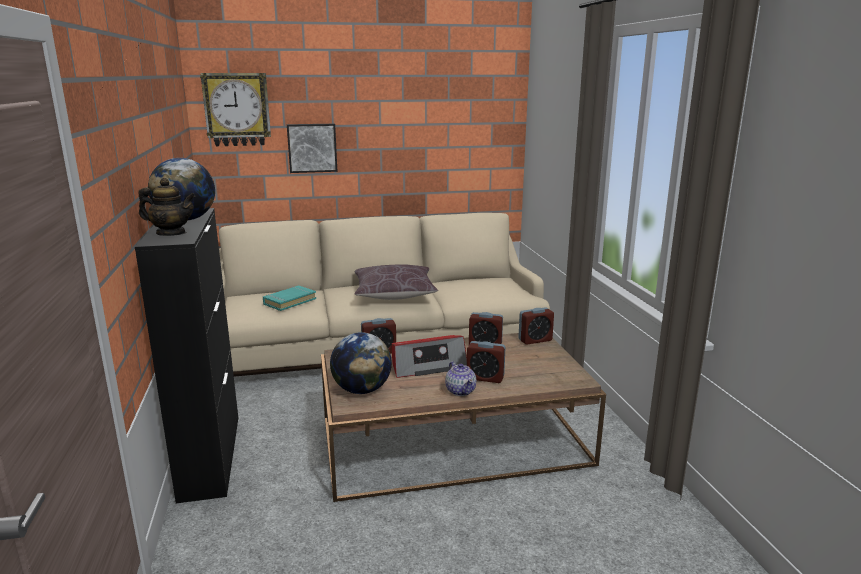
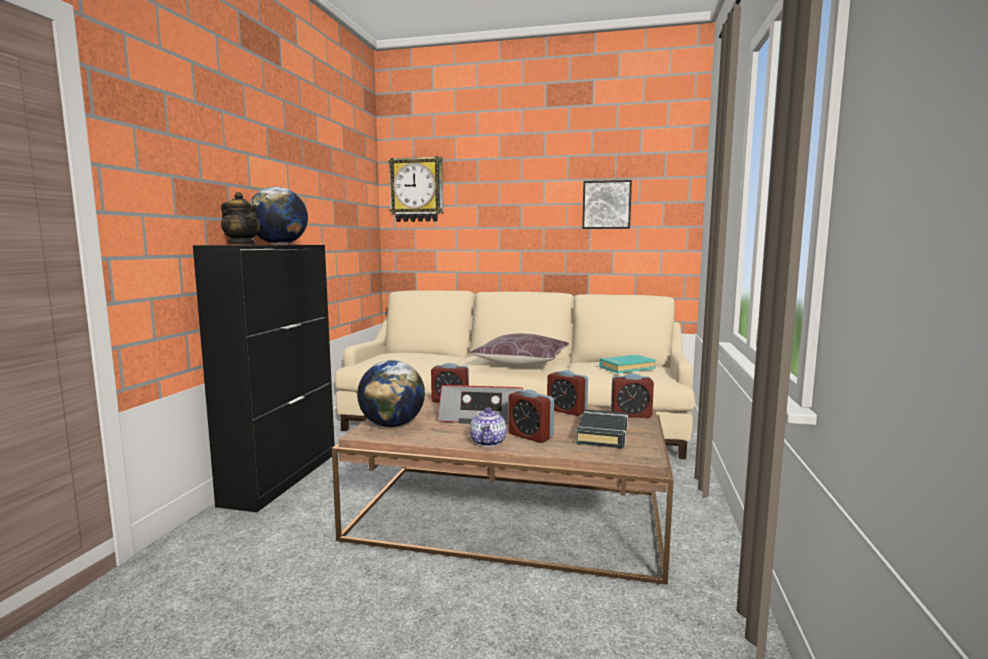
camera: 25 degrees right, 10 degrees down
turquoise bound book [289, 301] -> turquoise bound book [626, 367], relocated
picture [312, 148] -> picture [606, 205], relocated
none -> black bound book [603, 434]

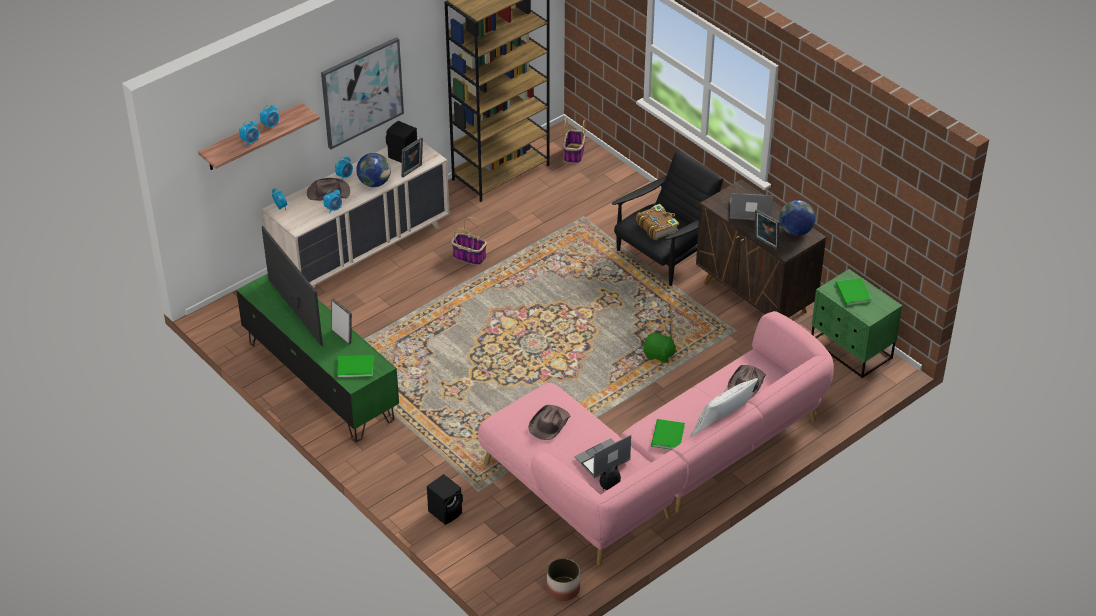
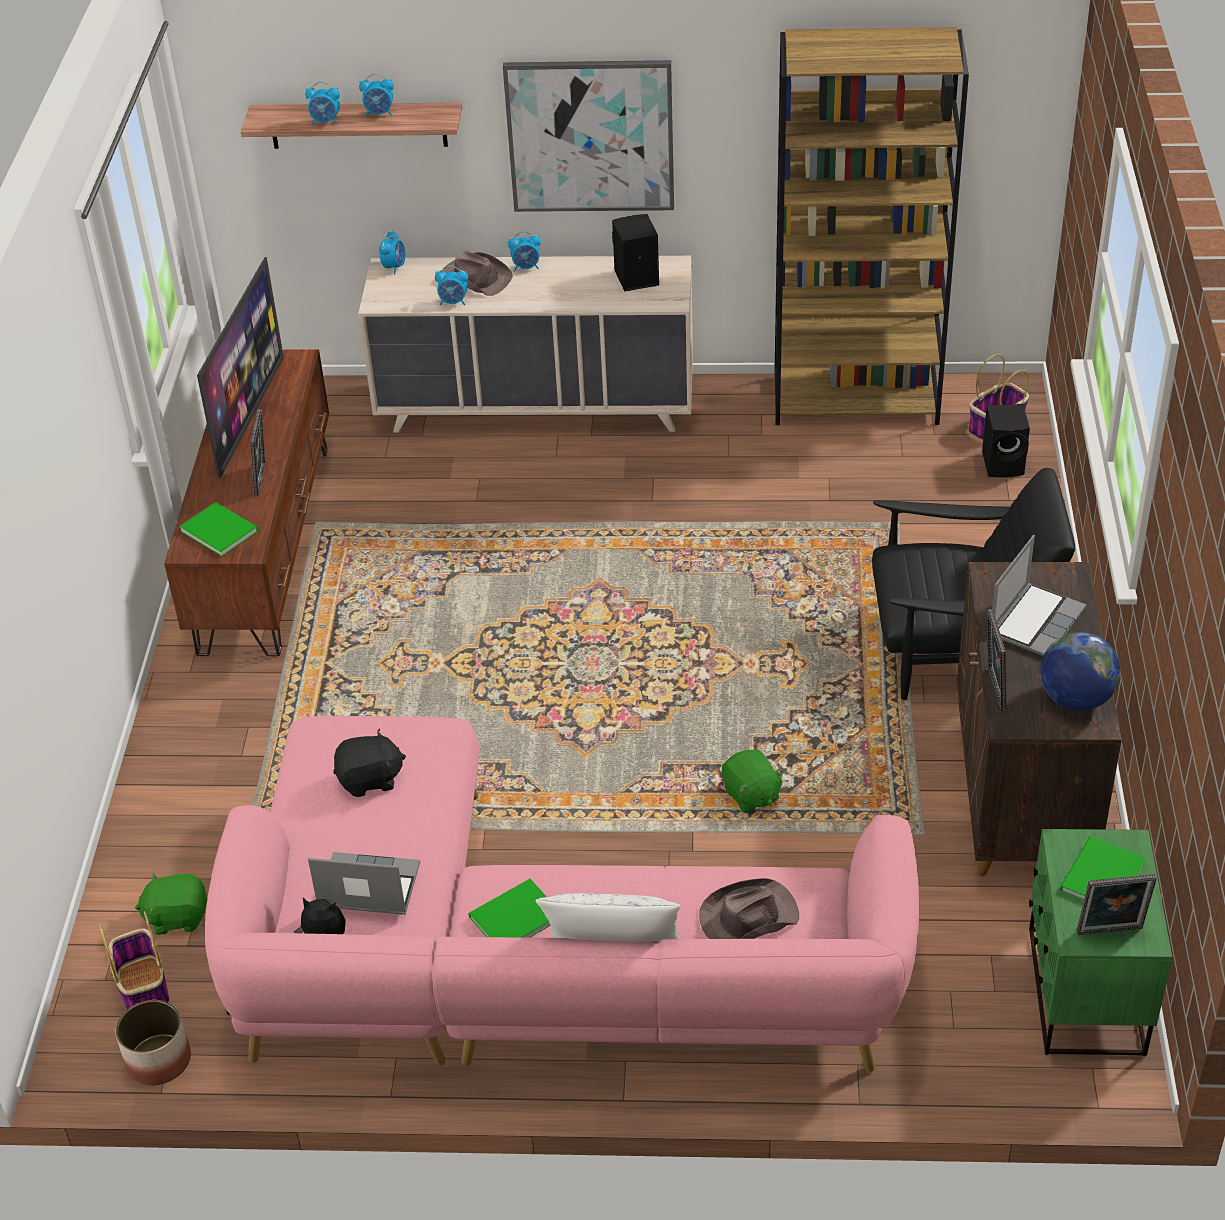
camera: 45 degrees right, 0 degrees up
green media console [320, 380] -> brown-coloured media console [265, 546]
desk globe [374, 183] -> none
picture frame [412, 171] -> picture frame [1110, 933], relocated
black speaker [446, 511] -> black speaker [1004, 464], relocated
household basket [468, 256] -> household basket [143, 987], relocated
brown-coloured wearable hat [549, 424] -> black soft toy [370, 780]
bound book [657, 227] -> none
laptop [749, 211] -> laptop [1035, 621], 75 degrees clockwise
none -> green soft toy [177, 916]

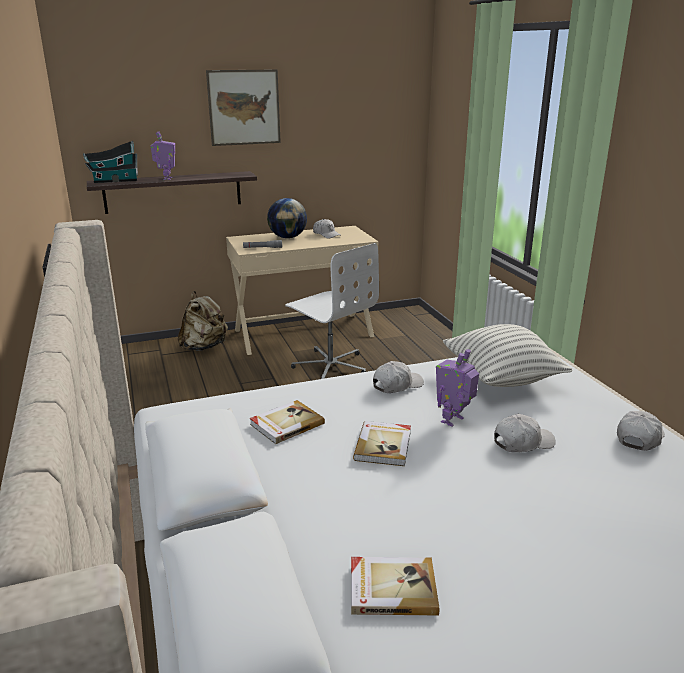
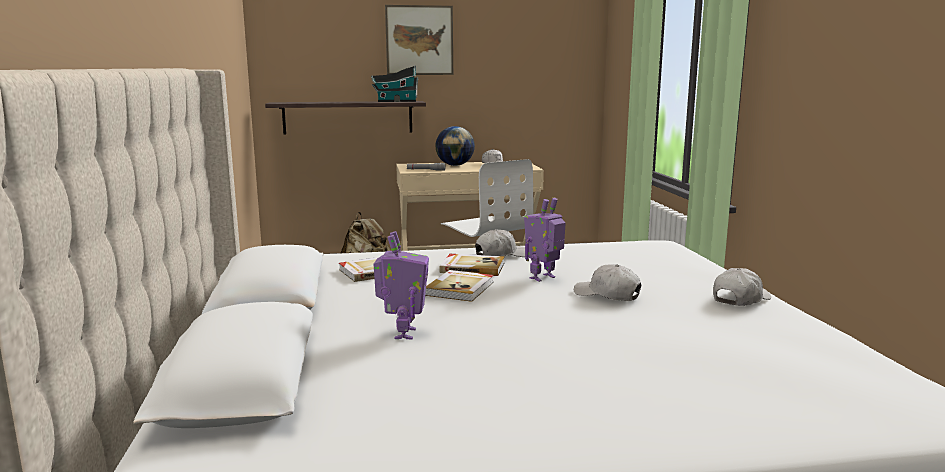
camera: 10 degrees right, 10 degrees down
model house [114, 181] -> model house [395, 101], relocated
toy robot [166, 179] -> toy robot [403, 334], relocated
bound book [392, 588] -> bound book [472, 267], relocated
pillow [501, 379] -> none
whitish peaked cap [522, 442] -> whitish peaked cap [607, 295], 135 degrees counterclockwise

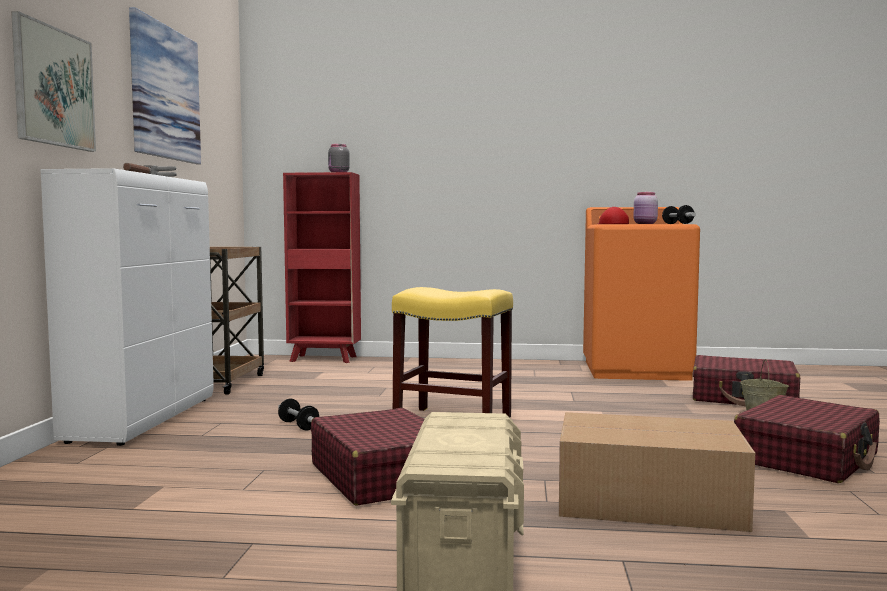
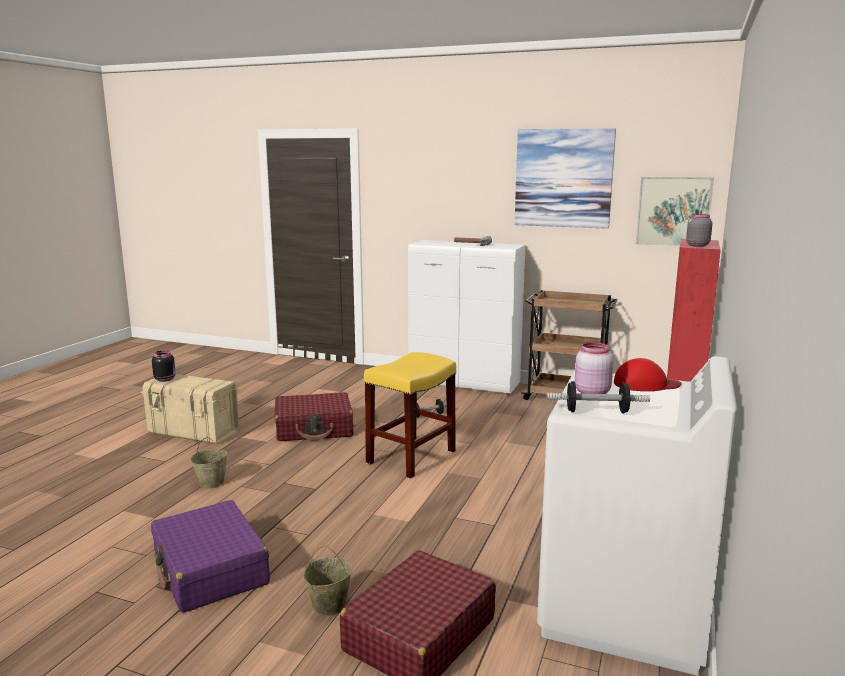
camera: 105 degrees right, 10 degrees up
picture [54, 87] -> picture [673, 211], relocated
cardboard box [645, 501] -> sand-coloured bucket [212, 483]
orange washing machine [636, 370] -> whitish washing machine [624, 610]
red suitcase [807, 458] -> purple suitcase [210, 570]
none -> black storage jar [165, 379]

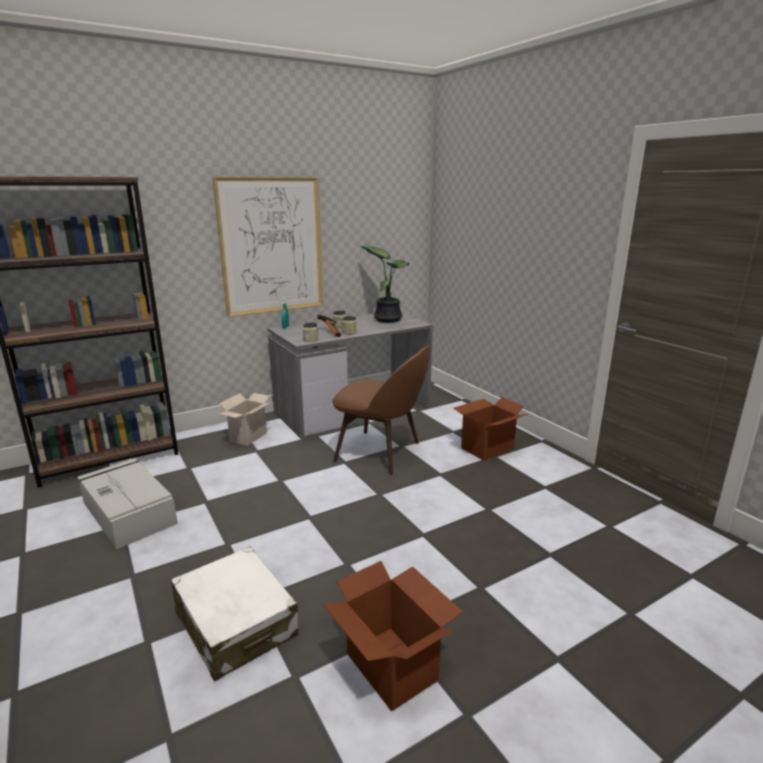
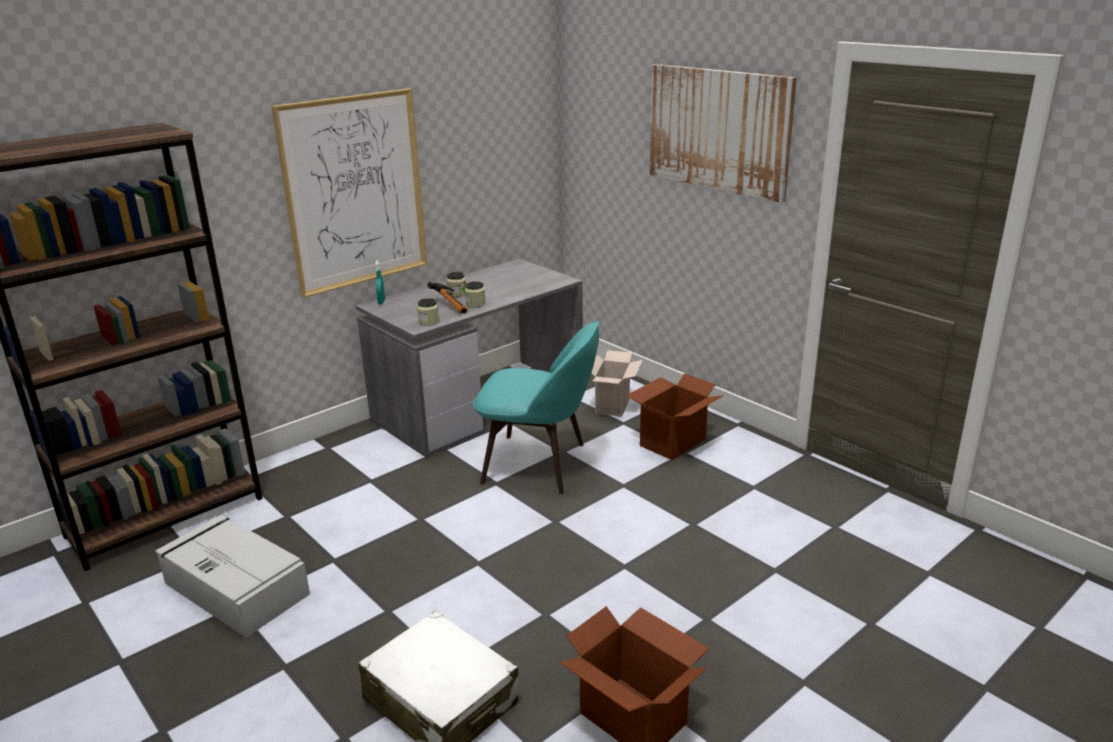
camera: 10 degrees left, 5 degrees up
cardboard box [248, 437] -> cardboard box [613, 407], relocated
brown-coloured upright chair [381, 452] -> turquoise upright chair [539, 464]
plant in a pot [387, 319] -> none
none -> picture [718, 130]

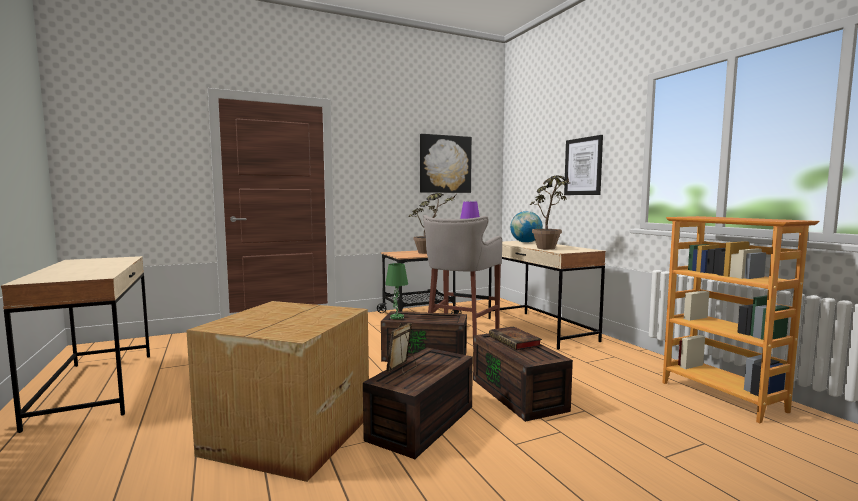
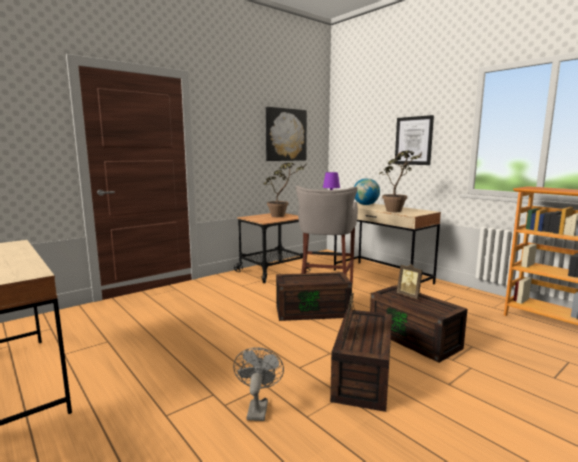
camera: 15 degrees left, 5 degrees up
cardboard box [286, 435] -> gray fan [257, 408]
green lamp for a table [396, 317] -> none
bound book [515, 341] -> picture frame [409, 296]

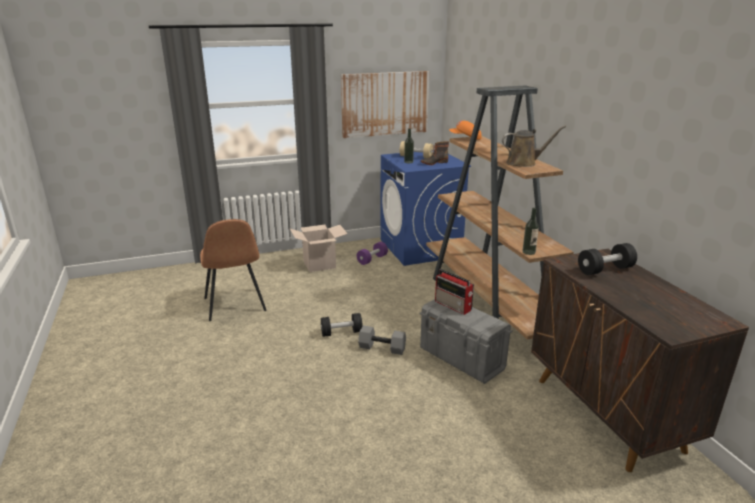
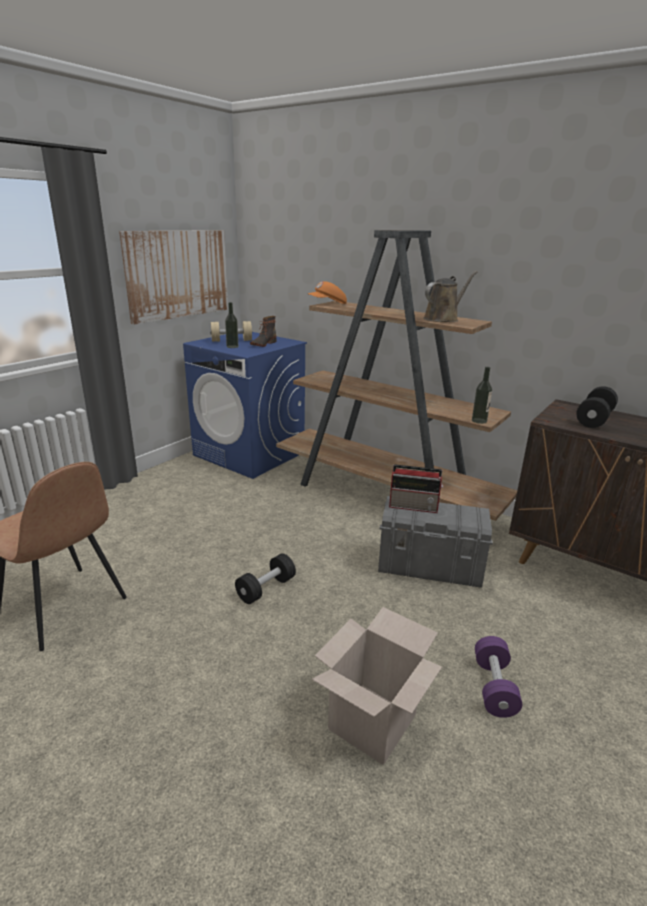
camera: 35 degrees left, 0 degrees up
cardboard box [319, 265] -> cardboard box [372, 722], relocated
purple free weight [372, 259] -> purple free weight [494, 687], relocated
gray free weight [381, 348] -> none

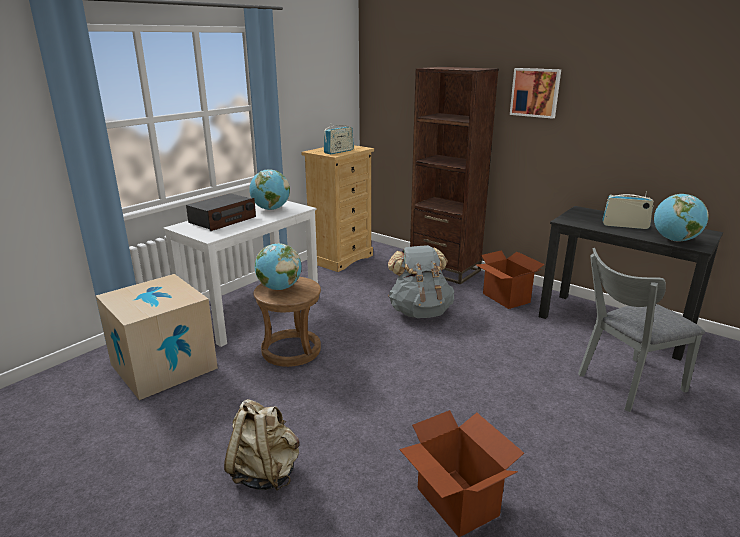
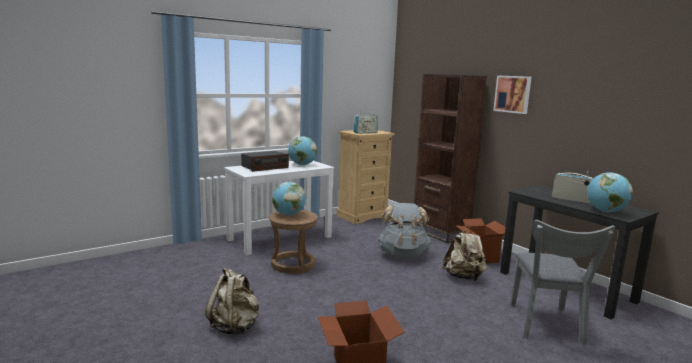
camera: 15 degrees right, 10 degrees down
cardboard box [164, 366] -> none
gray upright chair [625, 384] -> gray upright chair [547, 326], 75 degrees counterclockwise
none -> sand-coloured rucksack [464, 277]

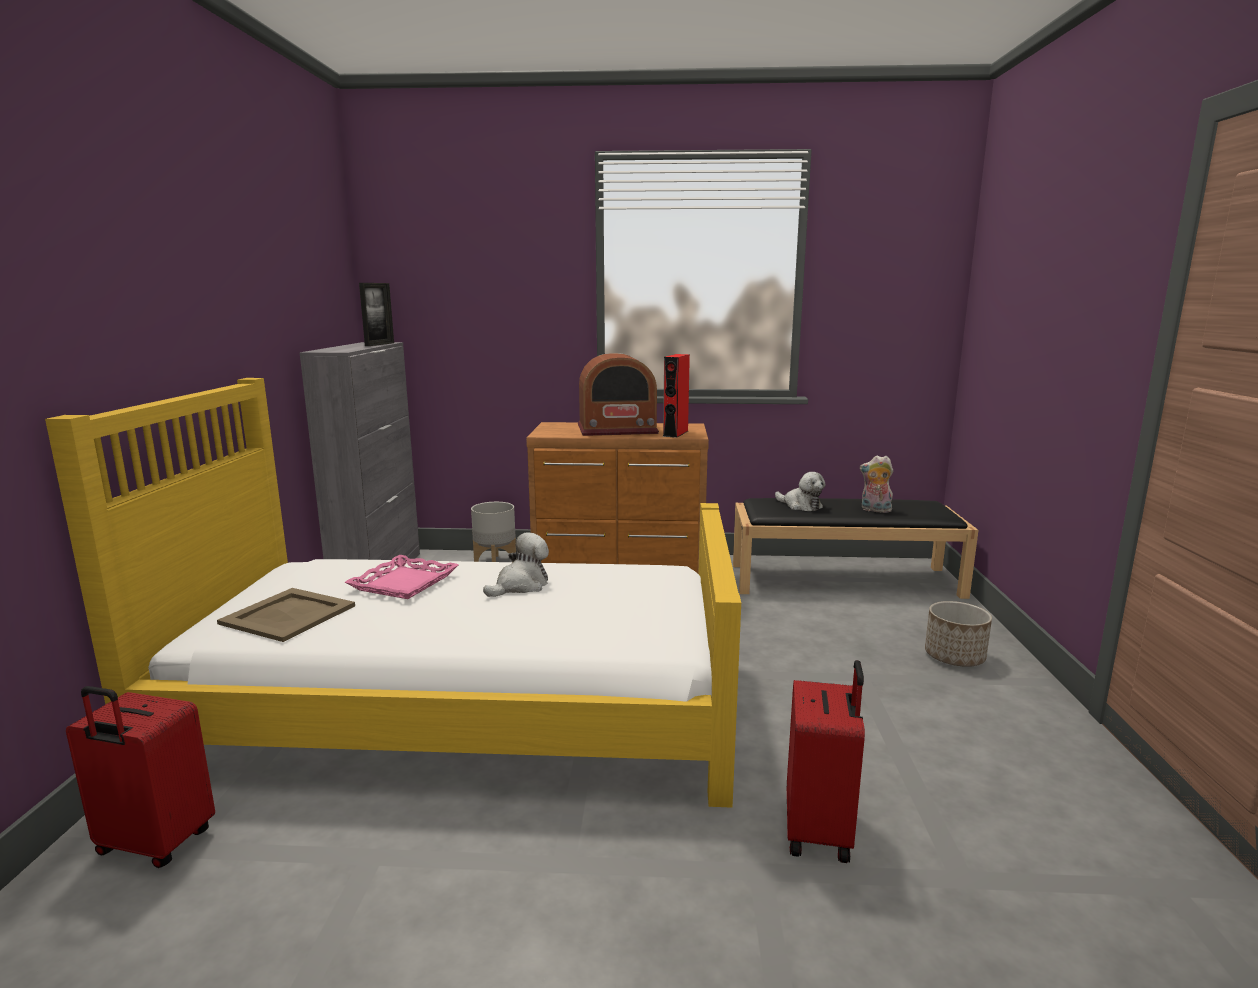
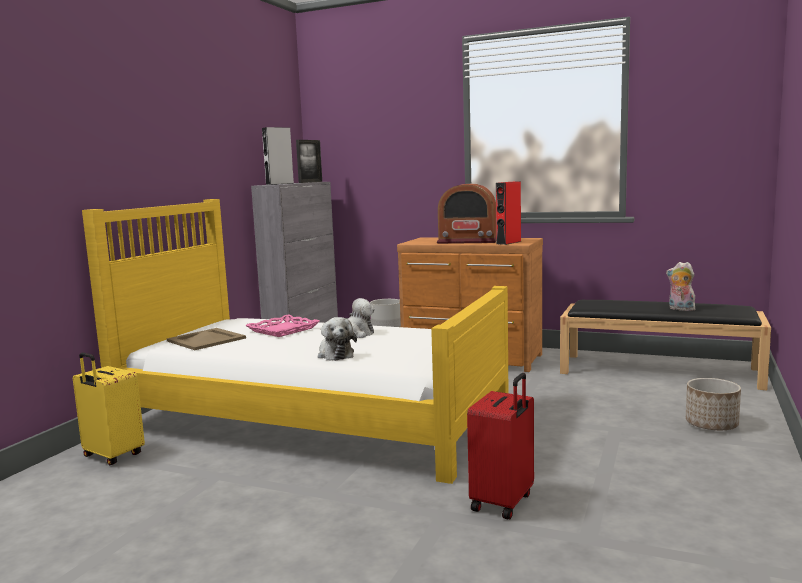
camera: 20 degrees right, 5 degrees down
red suitcase [154, 844] -> yellow-coloured suitcase [112, 456]
soft toy [800, 506] -> soft toy [335, 354], relocated
none -> gray speaker [279, 184]

